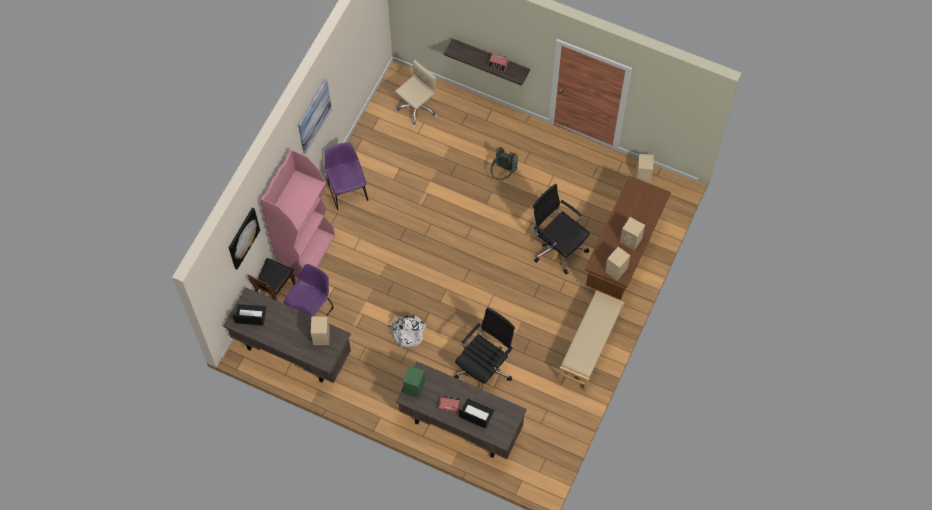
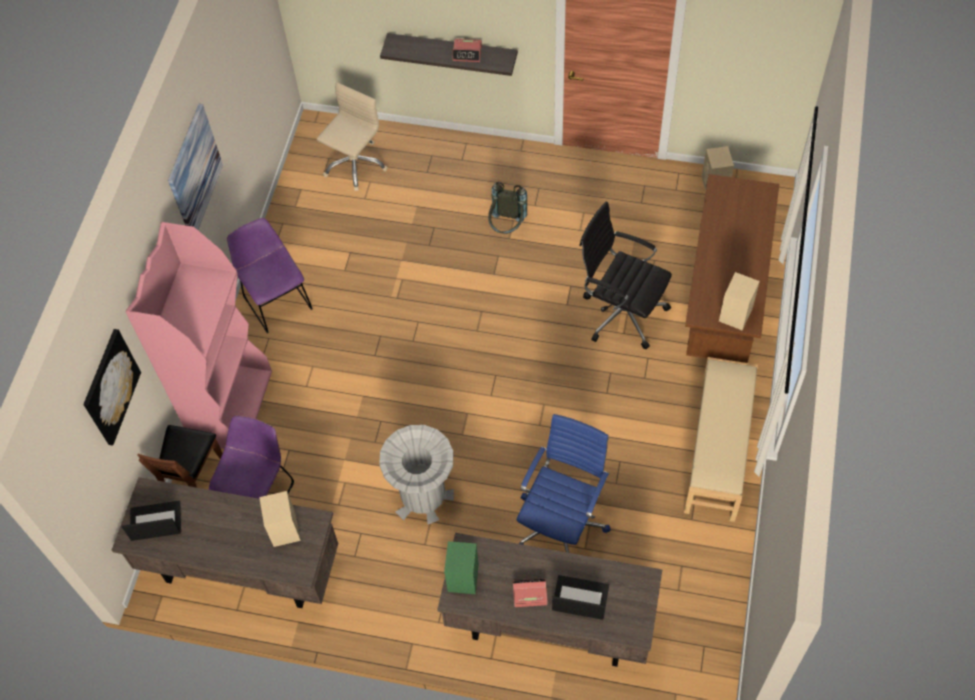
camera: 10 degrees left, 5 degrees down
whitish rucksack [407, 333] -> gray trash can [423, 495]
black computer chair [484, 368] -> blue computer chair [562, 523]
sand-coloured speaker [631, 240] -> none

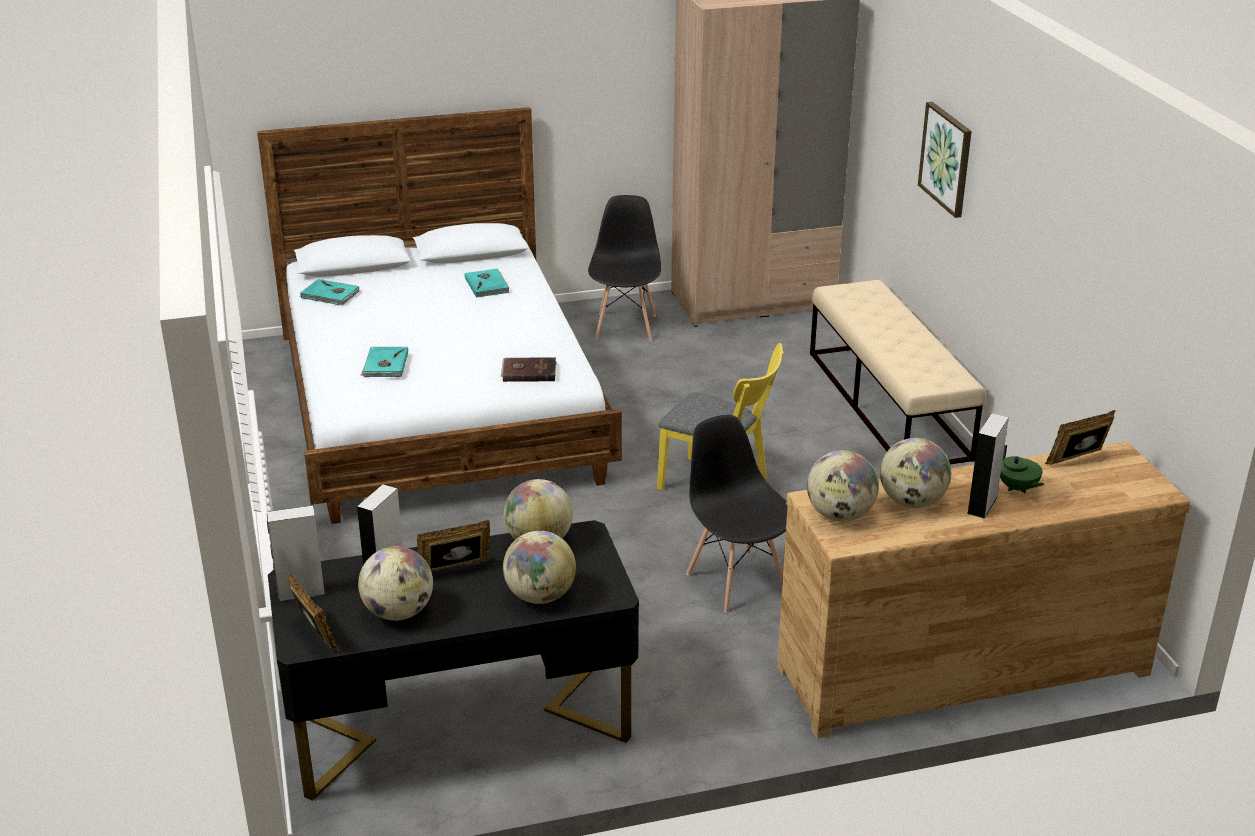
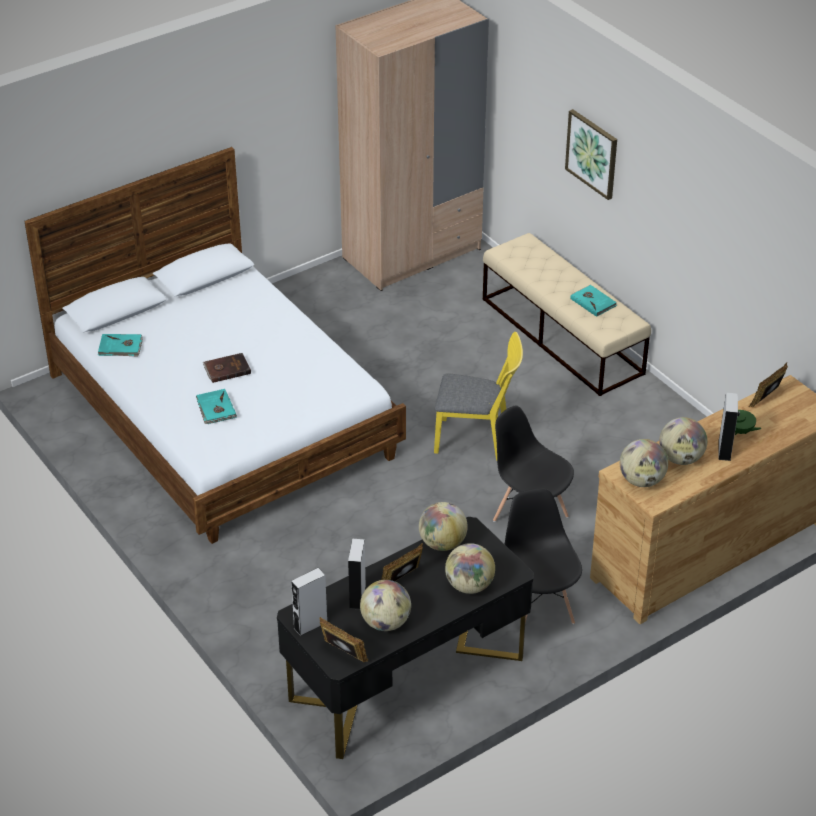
camera: 20 degrees left, 10 degrees up
turquoise bound book [487, 285] -> turquoise bound book [593, 302], relocated
brown-coloured bound book [529, 372] -> brown-coloured bound book [226, 369], relocated
black upright chair [625, 326] -> black upright chair [538, 608], relocated

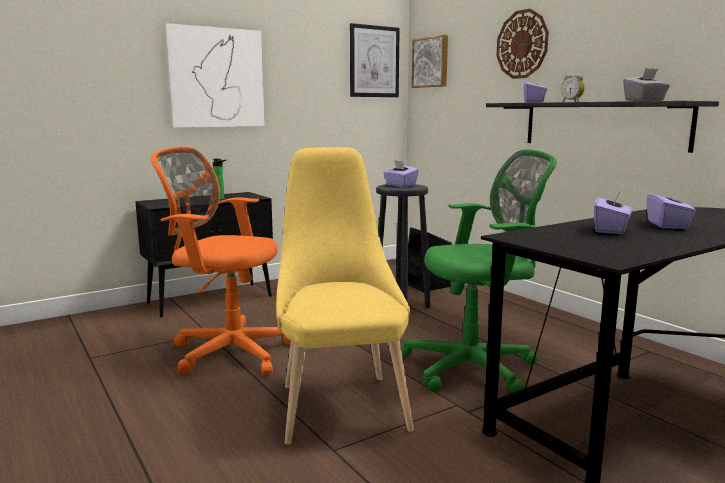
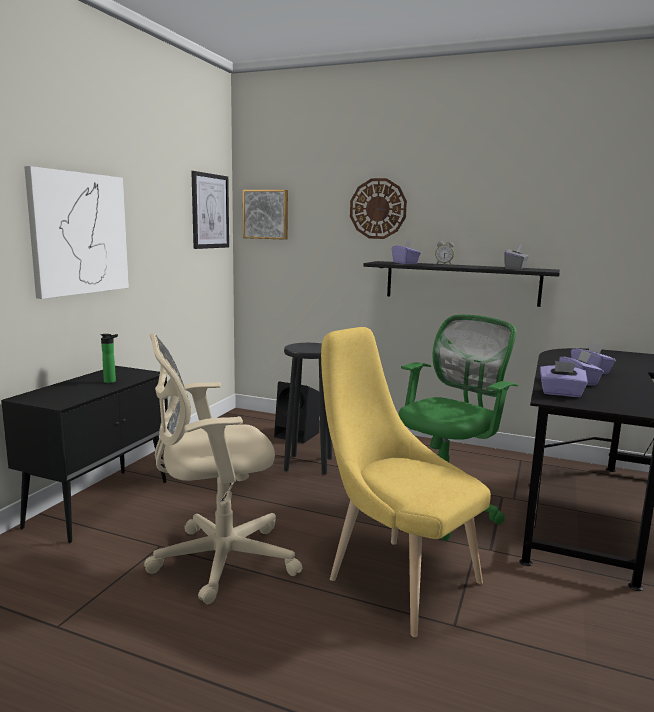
camera: 35 degrees left, 0 degrees up
orange computer chair [229, 351] -> sand-coloured computer chair [217, 560]
purple tissue holder [400, 185] -> purple tissue holder [561, 393], relocated

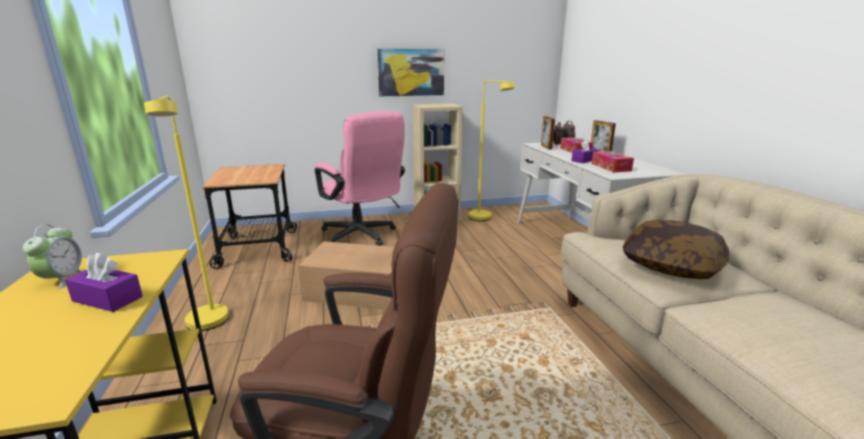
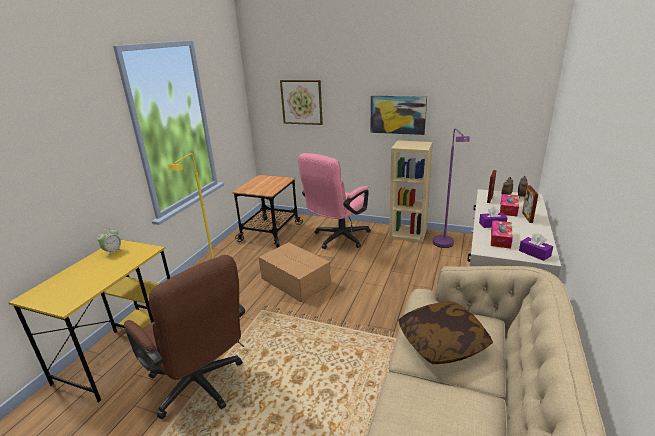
camera: 35 degrees right, 5 degrees up
purple tissue holder [107, 299] -> purple tissue holder [534, 253], relocated
pinkish computer chair [362, 236] -> pinkish computer chair [338, 239], 45 degrees clockwise
yellow-coloured standard lamp [484, 219] -> purple standard lamp [445, 245]
none -> picture [301, 102]

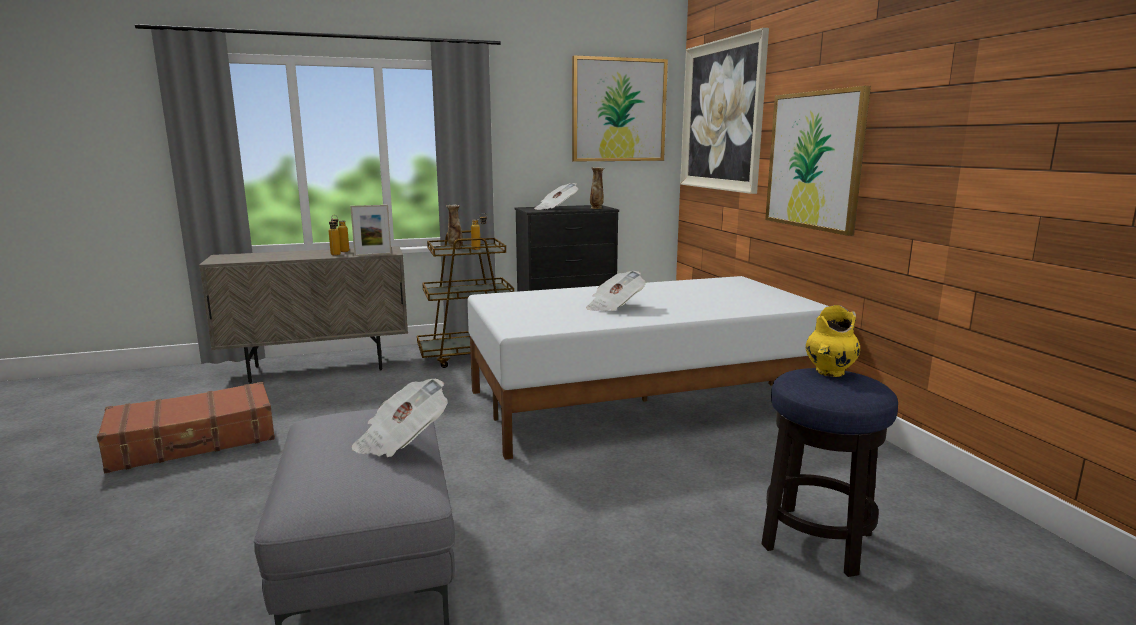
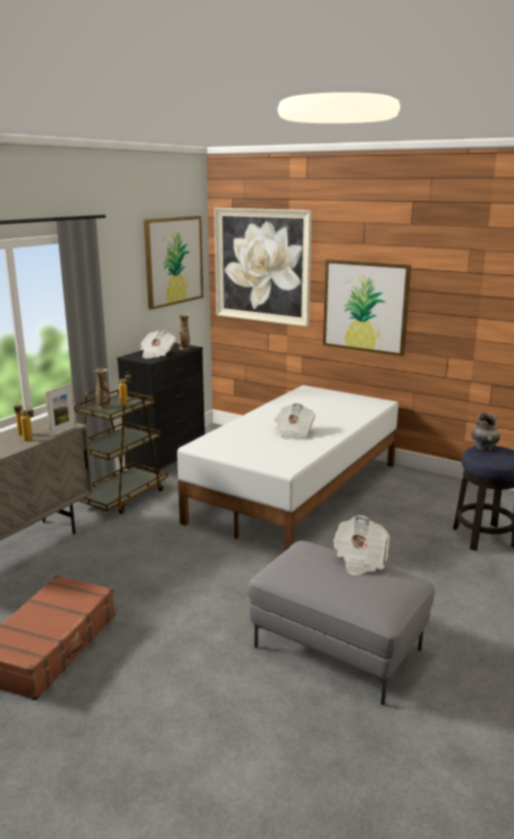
camera: 40 degrees left, 5 degrees up
yellow-coloured vase [829, 373] -> gray vase [484, 448]

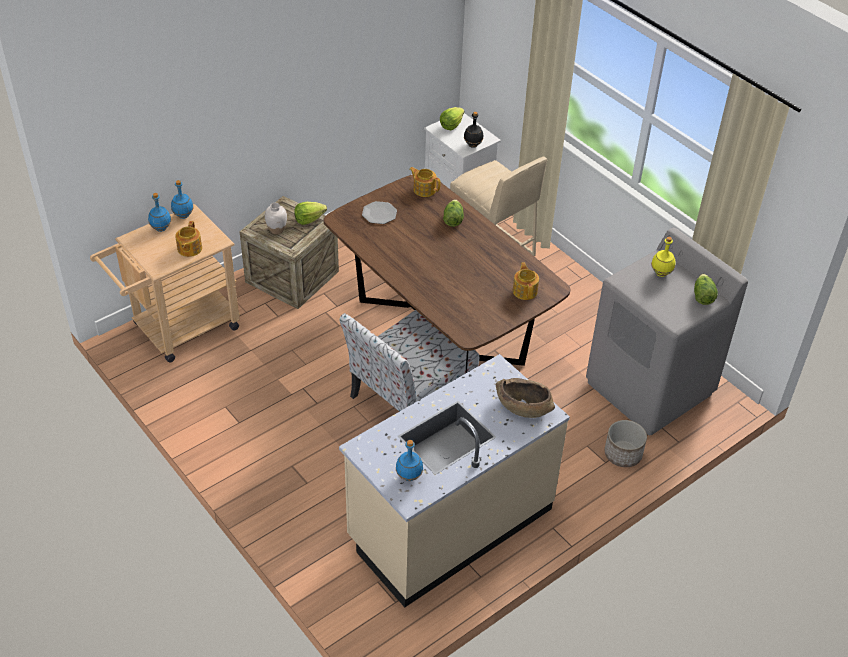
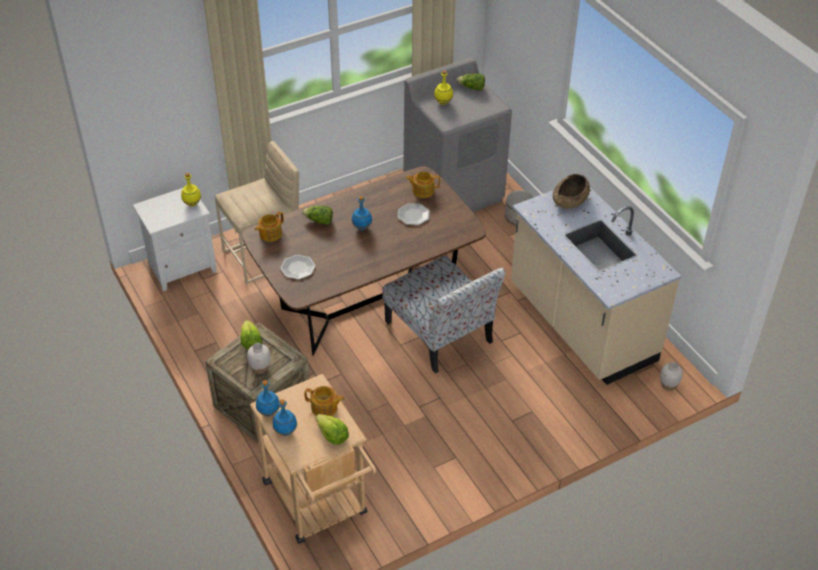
camera: 80 degrees left, 0 degrees up
blue beverage bottle [409, 476] -> blue beverage bottle [362, 227], relocated
lettuce [451, 125] -> lettuce [332, 436], relocated
black beverage bottle [473, 145] -> yellow-coloured beverage bottle [192, 204]
none -> flat dish [413, 215]
none -> whitish vase [668, 386]

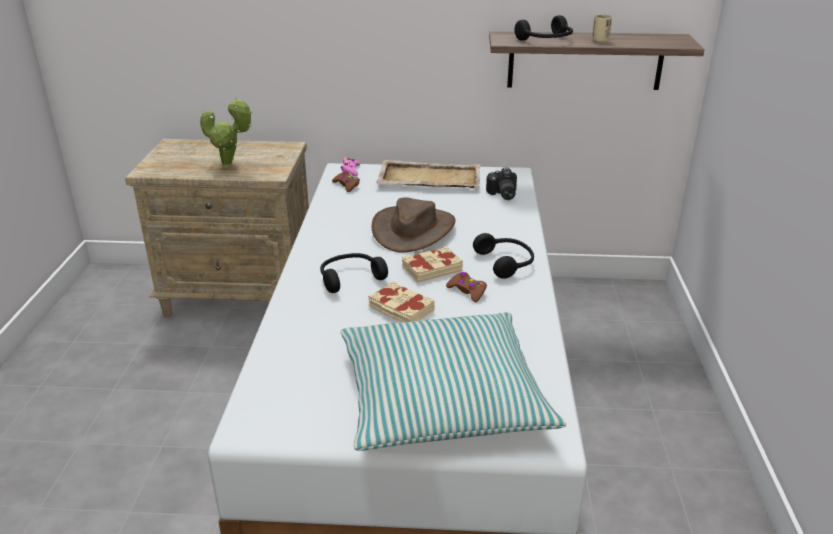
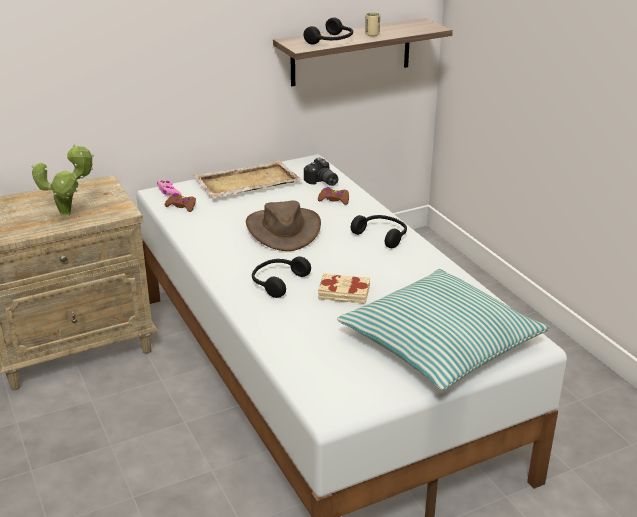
camera: 30 degrees left, 0 degrees up
sand-coloured bound book [431, 269] -> none
brown-coloured game controller [467, 291] -> brown-coloured game controller [334, 200], relocated

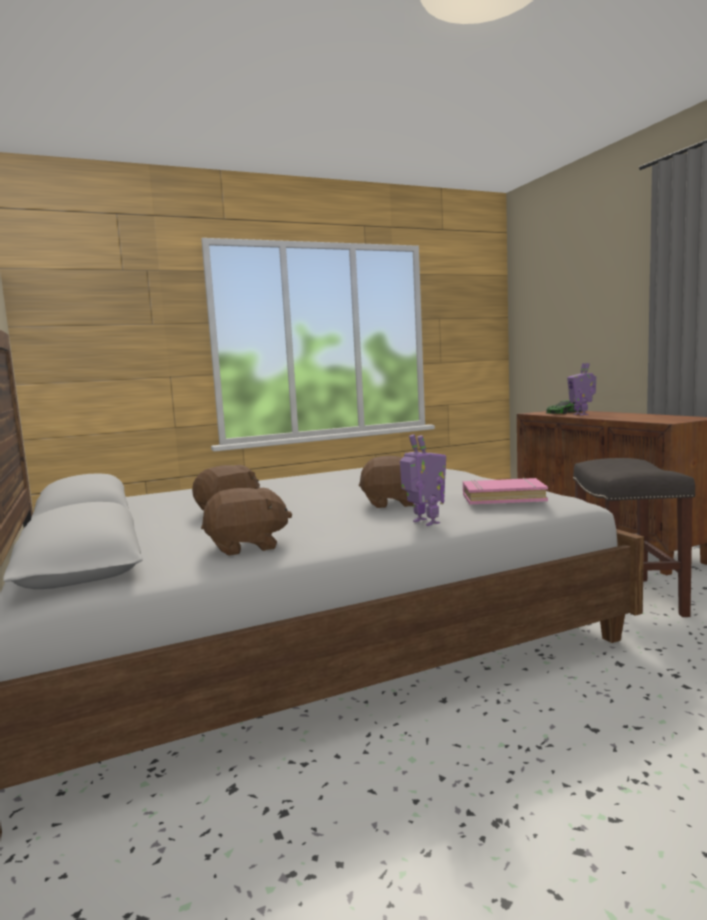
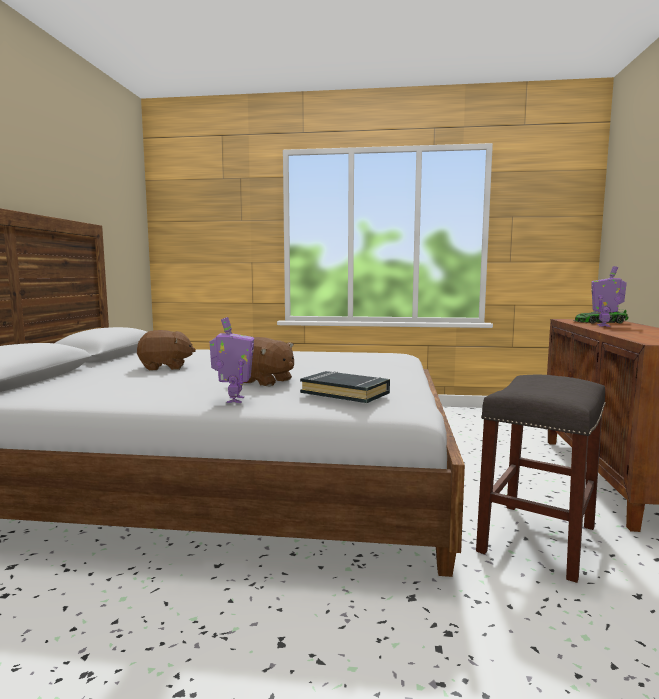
camera: 30 degrees right, 0 degrees up
brown-coloured soft toy [247, 547] -> none
pinkish bound book [503, 497] -> black bound book [345, 393]

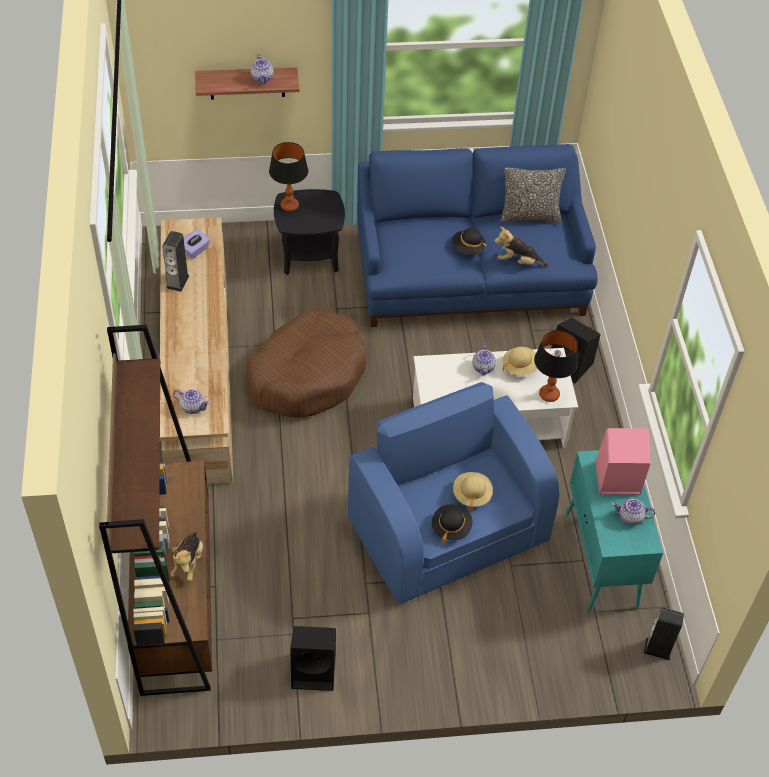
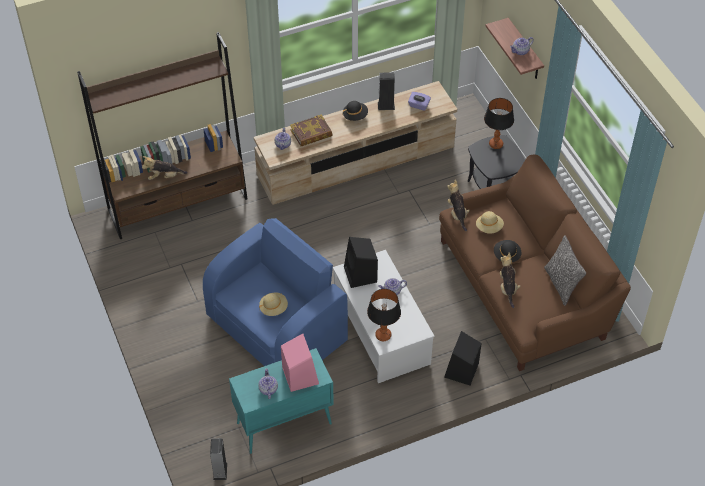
camera: 75 degrees right, 0 degrees up
brown-coloured pet bed [307, 374] -> none
black speaker [315, 671] -> black speaker [361, 275], relocated
blue couch [469, 274] -> brown-coloured couch [525, 287]
black wearable hat [451, 528] -> black wearable hat [355, 116], relocated
sand-coloured wearable hat [520, 367] -> sand-coloured wearable hat [489, 227], relocated
none -> bound book [311, 133]
none -> soft toy [457, 214]

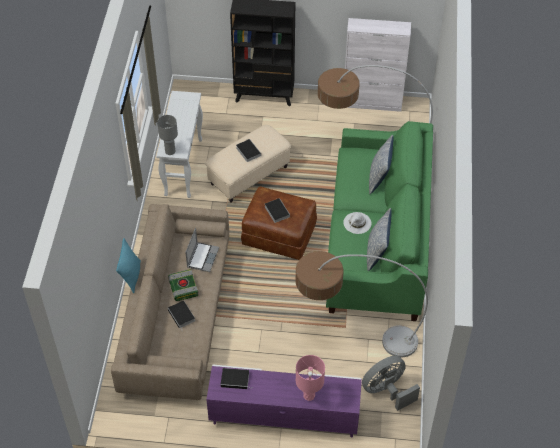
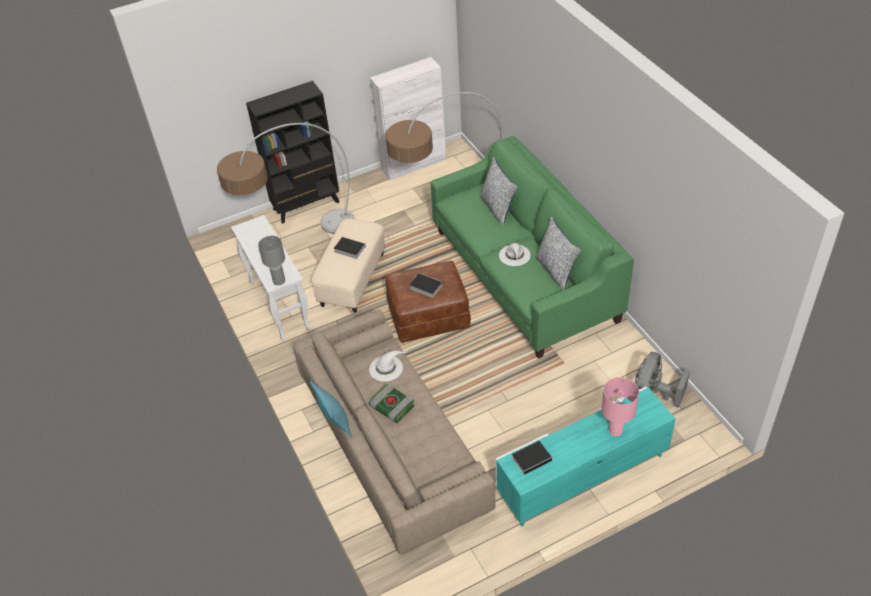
camera: 30 degrees left, 5 degrees down
bound book [182, 316] -> none
laptop [202, 257] -> whitish wearable hat [386, 368]
purple media console [284, 416] -> turquoise media console [582, 475]
standard lamp [350, 338] -> standard lamp [294, 239], relocated

